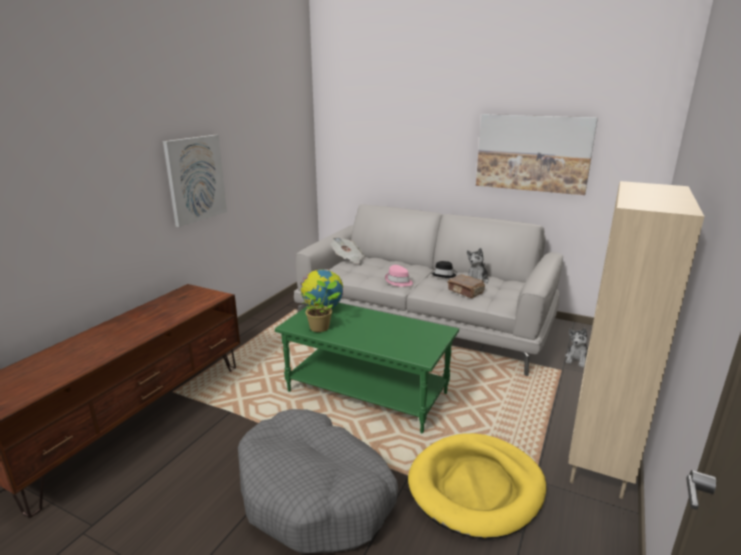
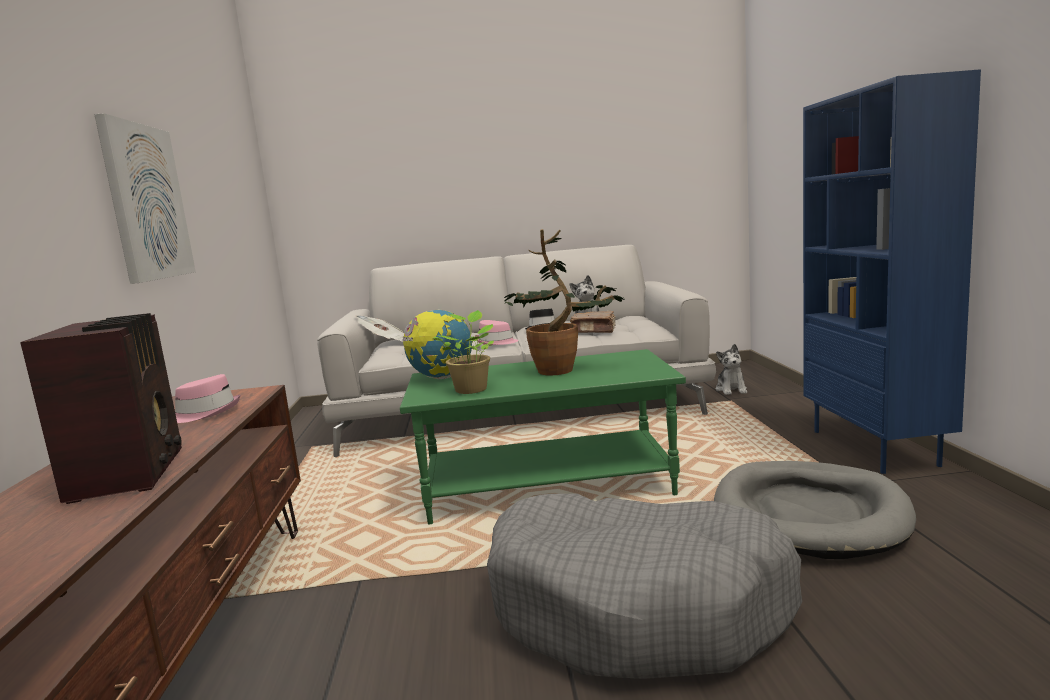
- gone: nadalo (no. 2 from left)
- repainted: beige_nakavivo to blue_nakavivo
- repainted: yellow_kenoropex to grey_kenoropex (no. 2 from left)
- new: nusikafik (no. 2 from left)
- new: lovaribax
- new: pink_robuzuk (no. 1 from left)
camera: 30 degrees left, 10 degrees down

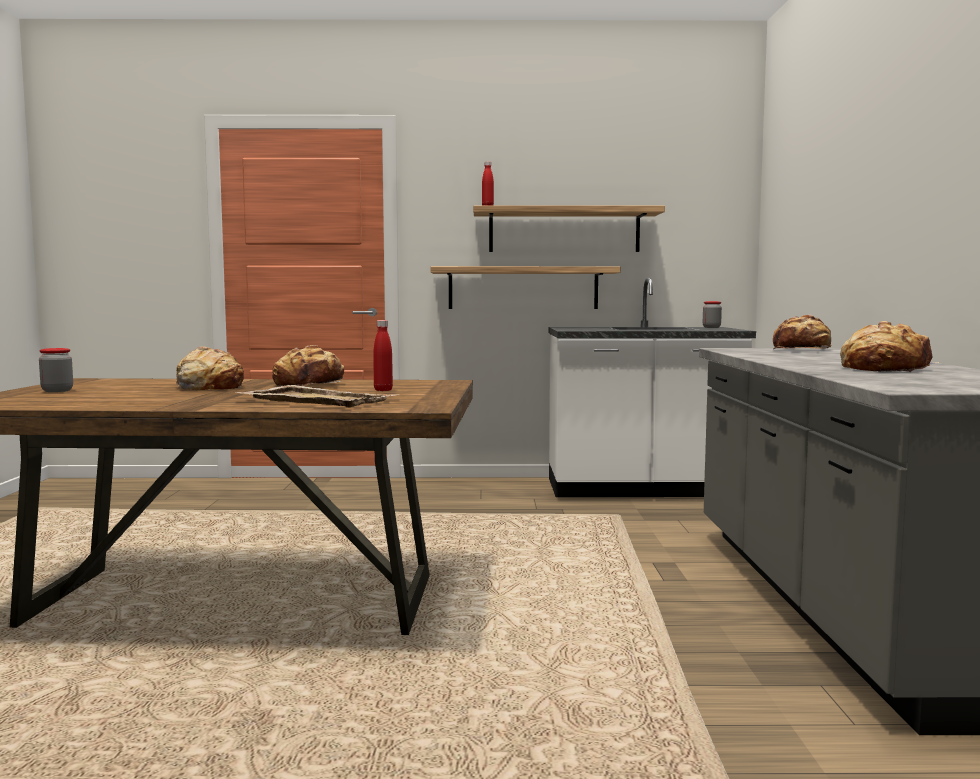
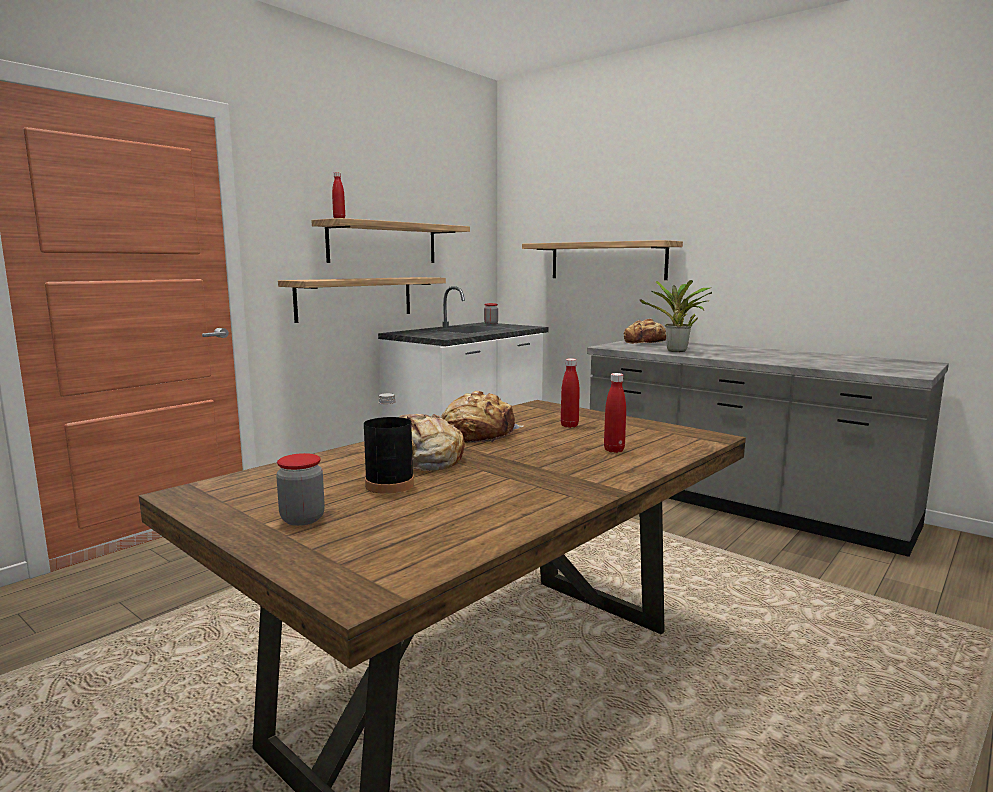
- gone: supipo (no. 4 from left)
- swapped: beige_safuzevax to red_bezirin (no. 3 from left)
- new: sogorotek (no. 3 from left)
- new: nusikafik
- new: black_bezirin
camera: 50 degrees left, 5 degrees up

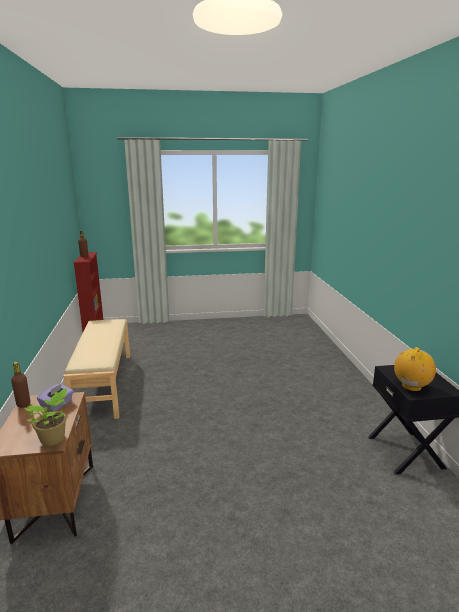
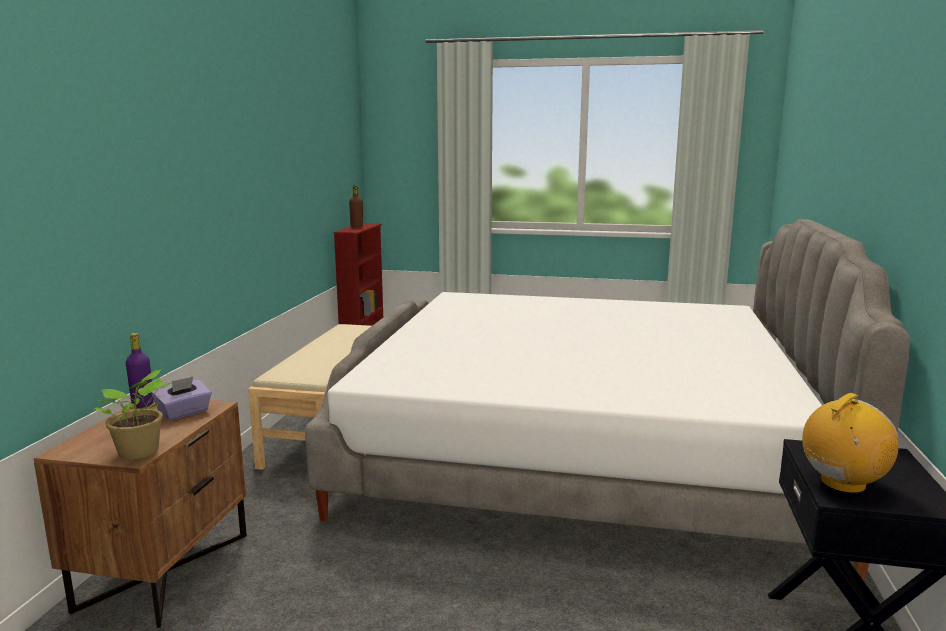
- repainted: brown_bezirin (no. 1 from left) to purple_bezirin
- new: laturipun
camera: 20 degrees right, 5 degrees down

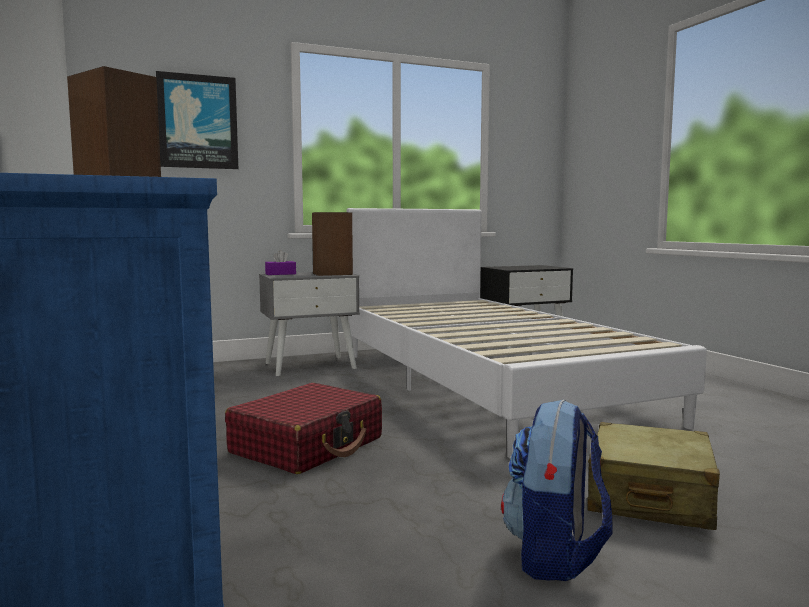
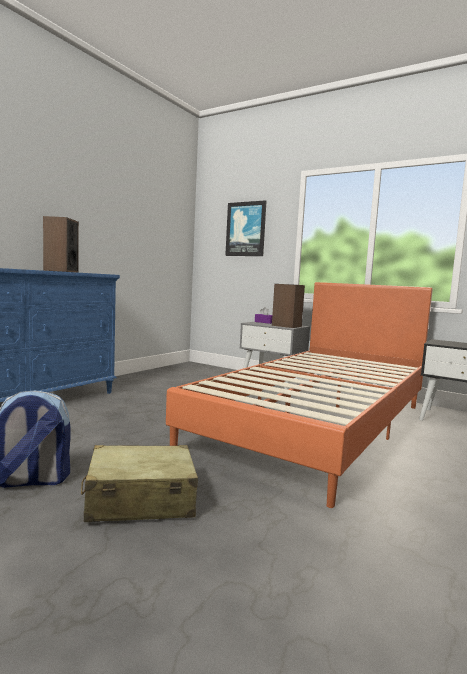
- repainted: white_laturipun to orange_laturipun
- gone: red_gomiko
camera: 55 degrees right, 0 degrees up

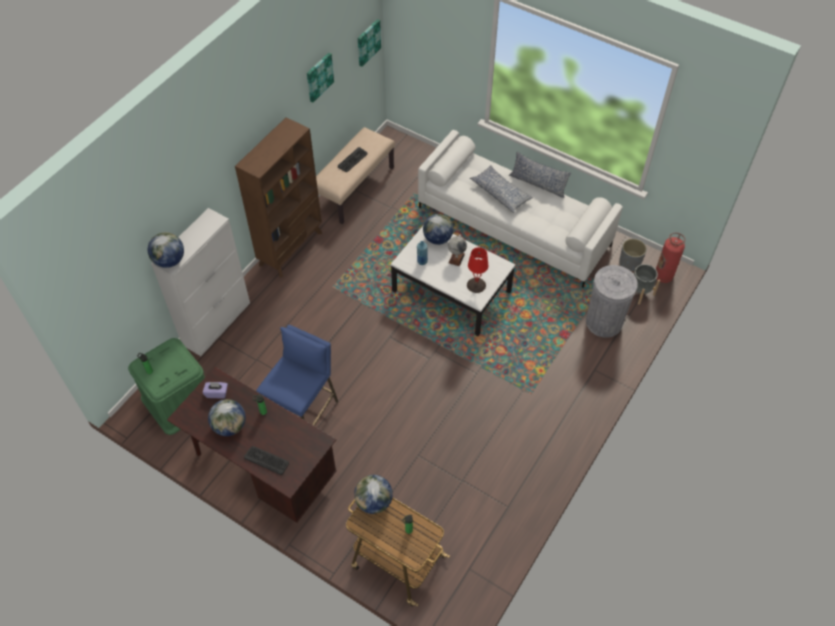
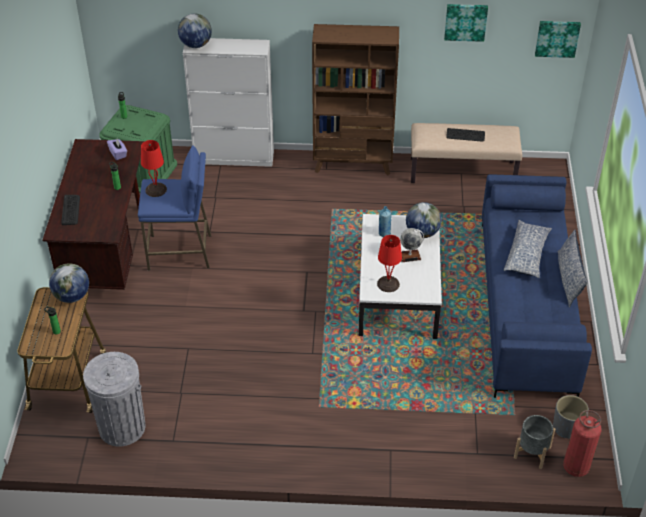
- repainted: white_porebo to blue_porebo
- shifted: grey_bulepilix
- gone: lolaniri (no. 2 from left)
- new: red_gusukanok (no. 1 from left)
camera: 60 degrees right, 10 degrees down

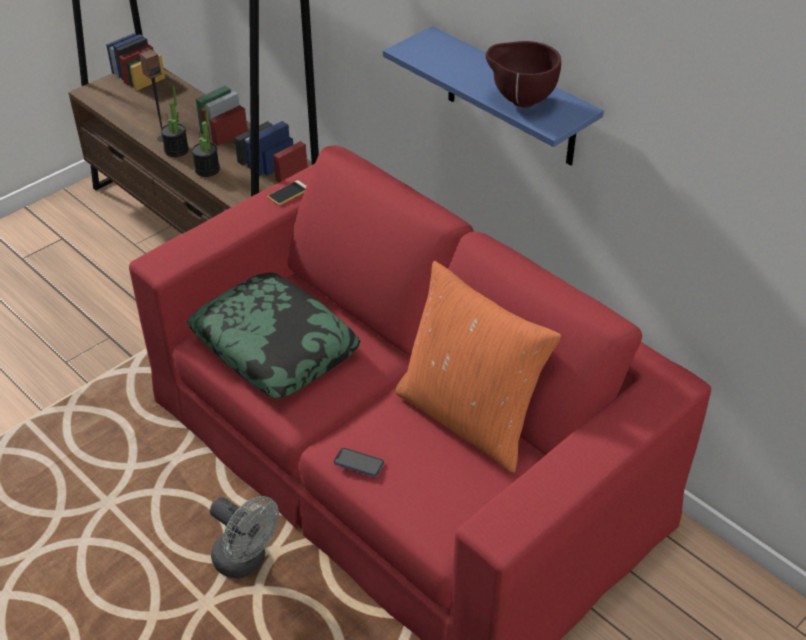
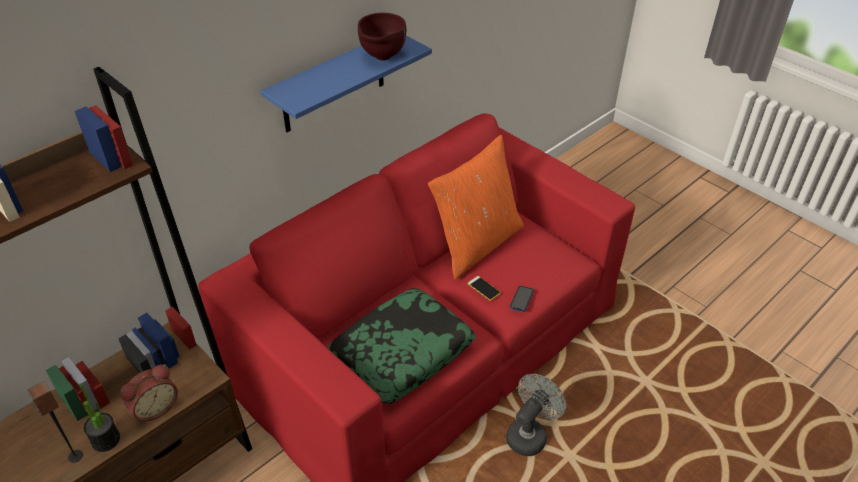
- swapped: nusikafik (no. 2 from left) to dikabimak
- shifted: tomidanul (no. 1 from left)
camera: 90 degrees left, 0 degrees up

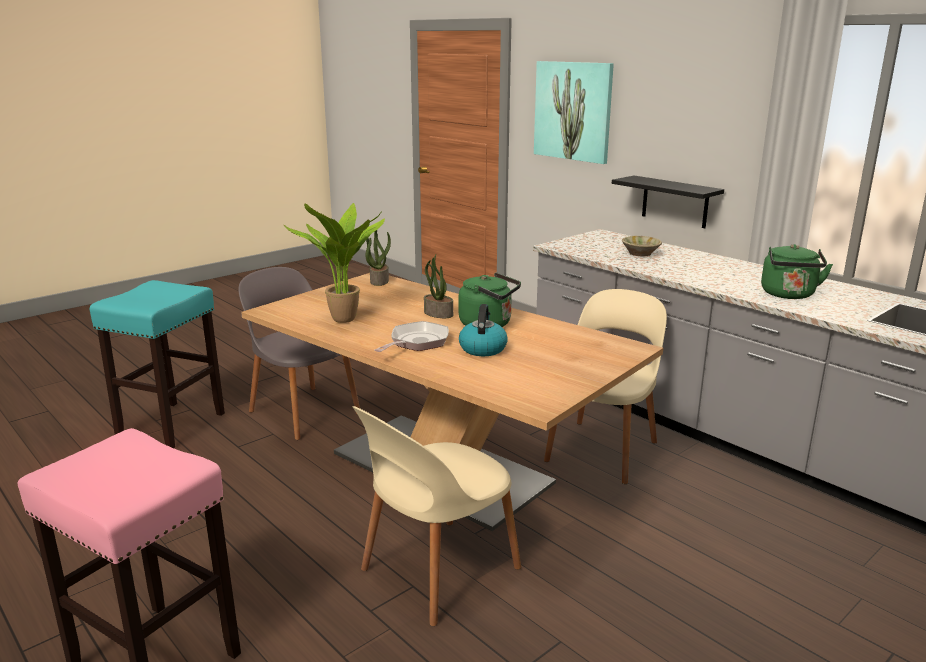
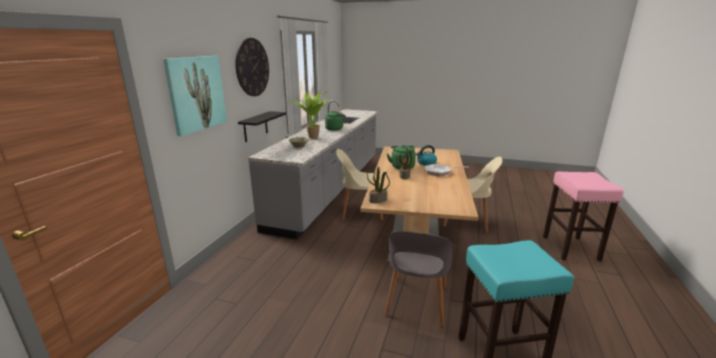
- shifted: nusikafik (no. 1 from left)
- new: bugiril
camera: 120 degrees left, 0 degrees up

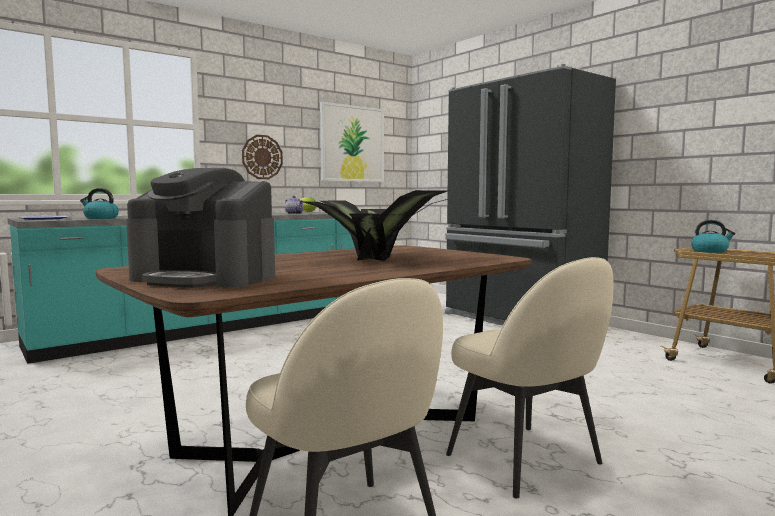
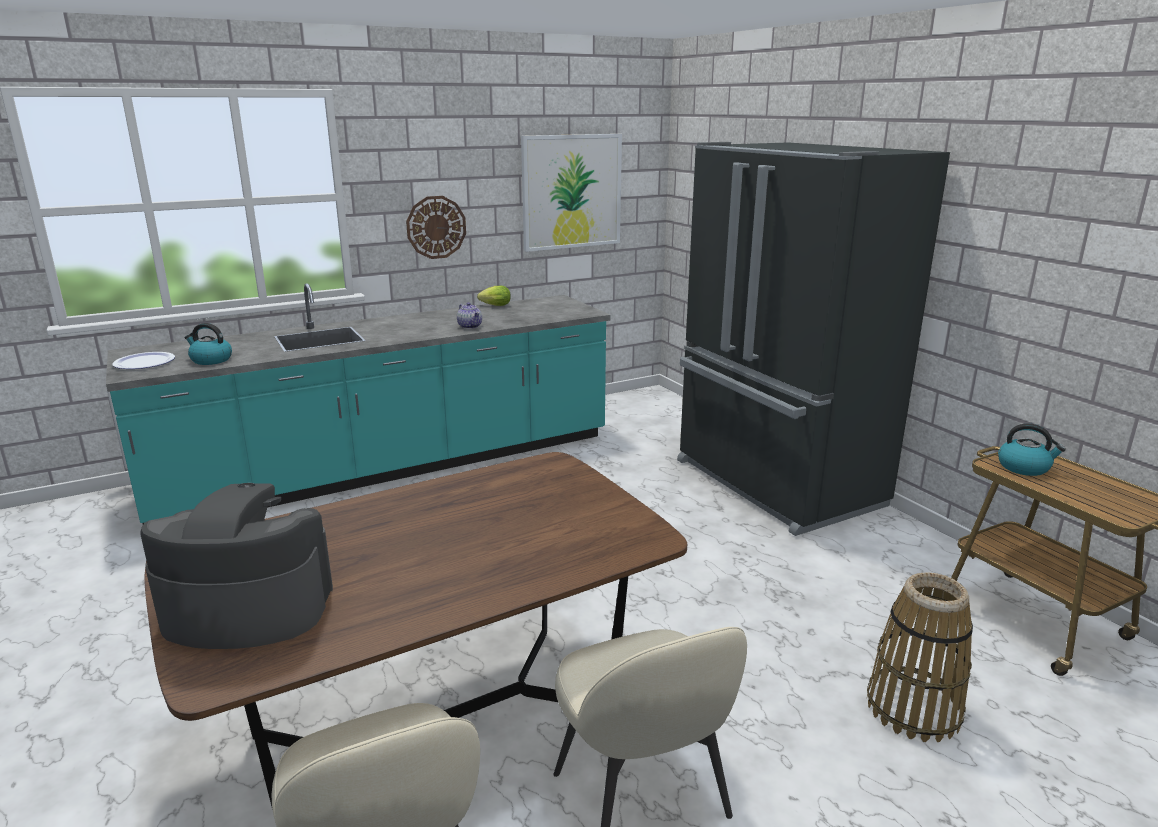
- rotated: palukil 150 degrees clockwise
- gone: nusikafik
- new: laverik
camera: 10 degrees right, 15 degrees up

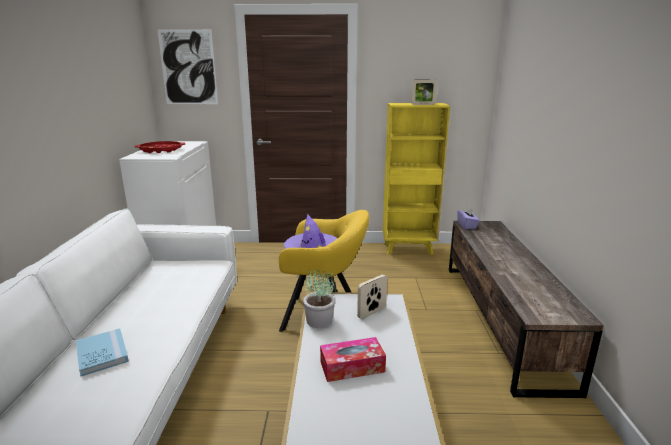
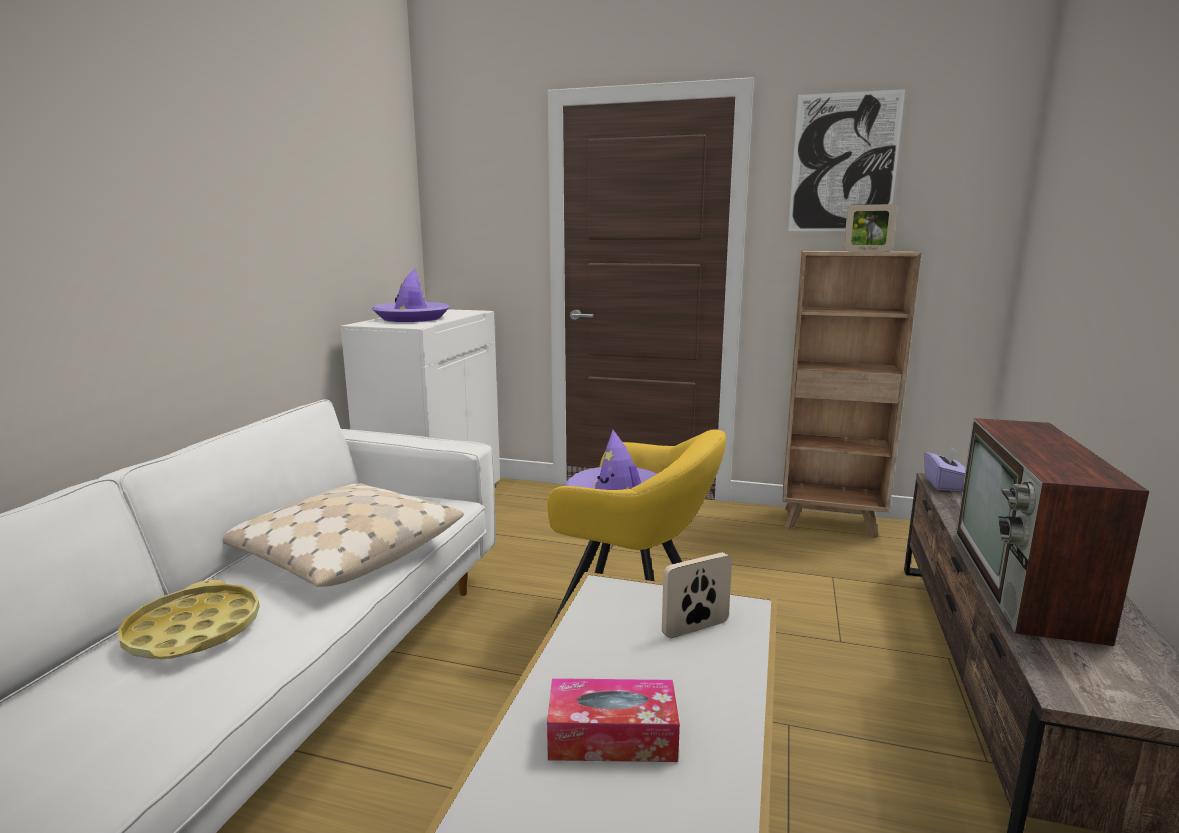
- shifted: nadalo
- repainted: yellow_nakavivo to brown_nakavivo
- swapped: red_safuzevax to purple_robuzuk (no. 1 from left)
- gone: nusikafik
- swapped: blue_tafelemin to yellow_safuzevax
- new: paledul
- new: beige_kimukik
camera: 15 degrees right, 5 degrees down

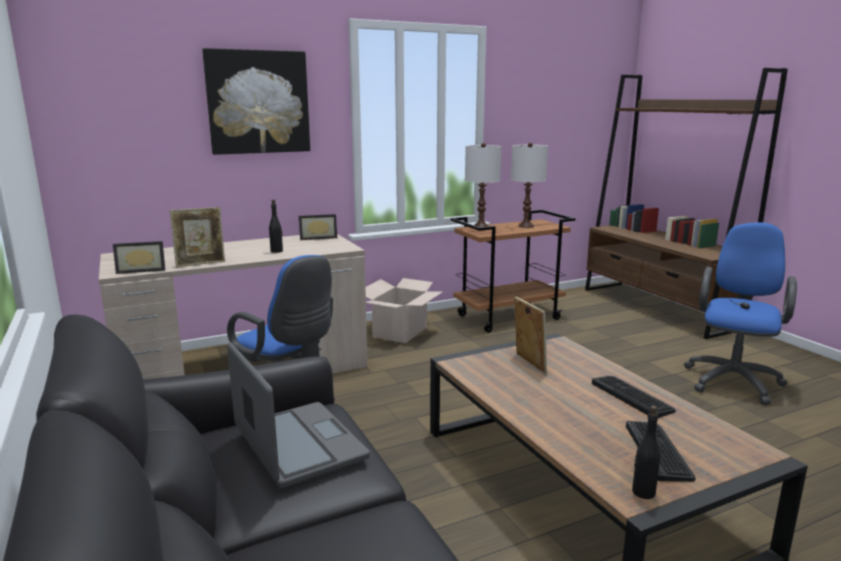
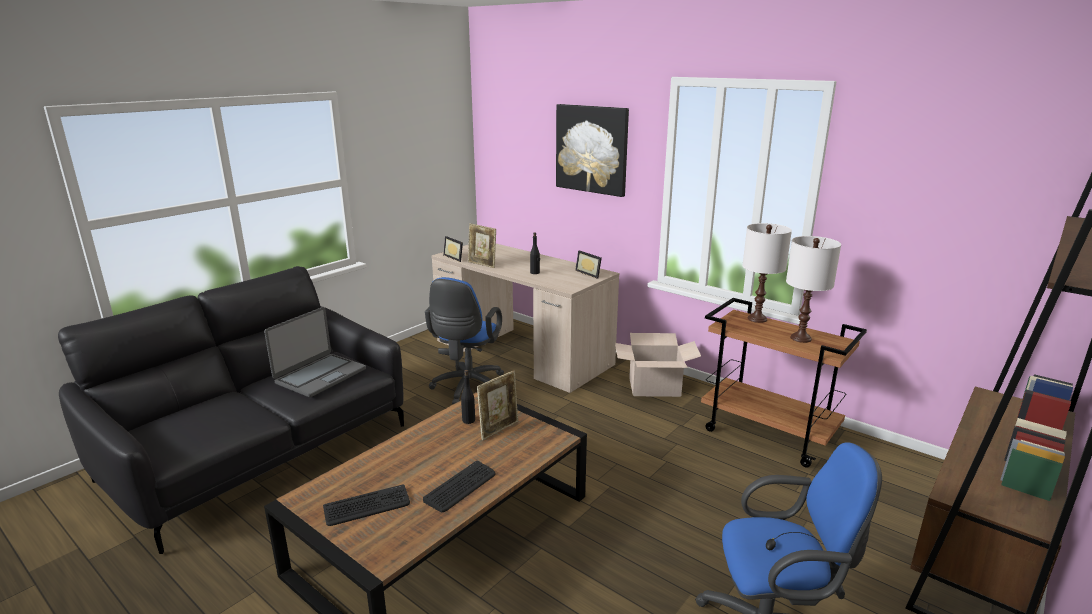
- shifted: black_bezirin (no. 2 from left in the first image) to black_bezirin (no. 1 from left)
camera: 65 degrees right, 5 degrees up

